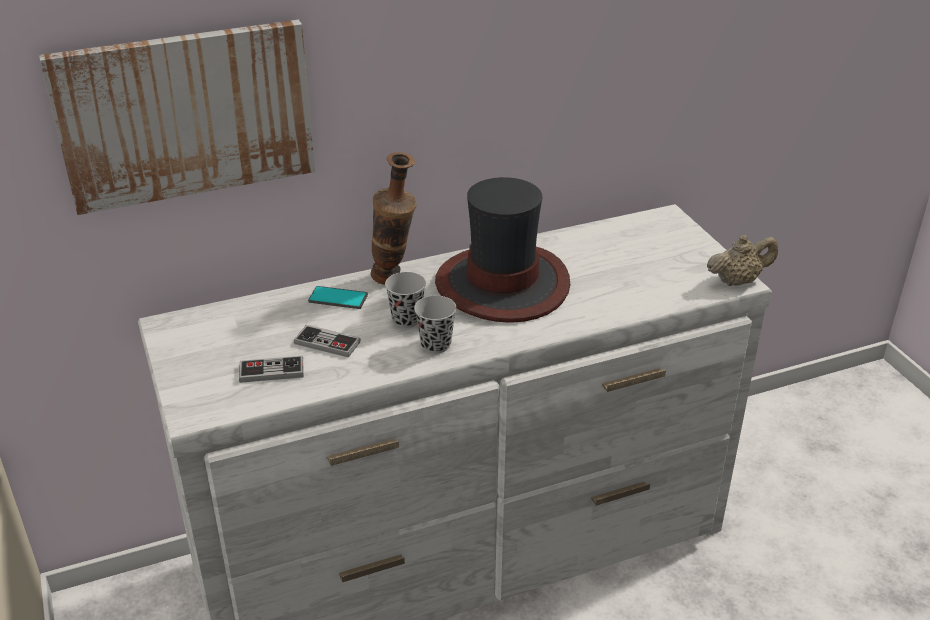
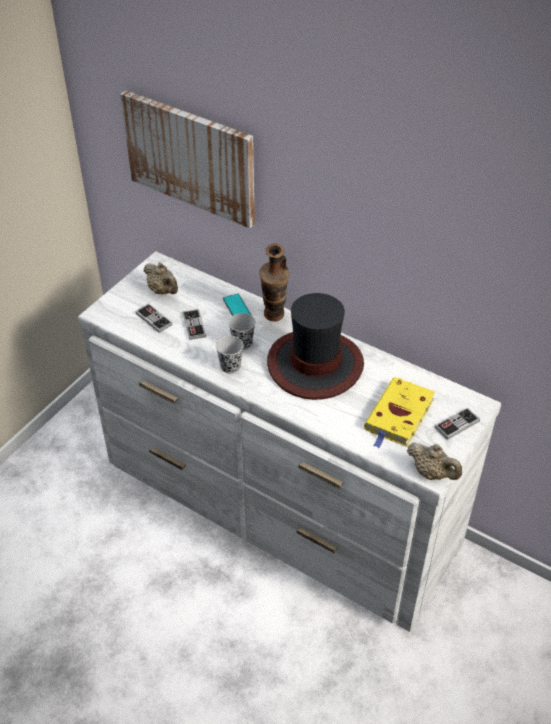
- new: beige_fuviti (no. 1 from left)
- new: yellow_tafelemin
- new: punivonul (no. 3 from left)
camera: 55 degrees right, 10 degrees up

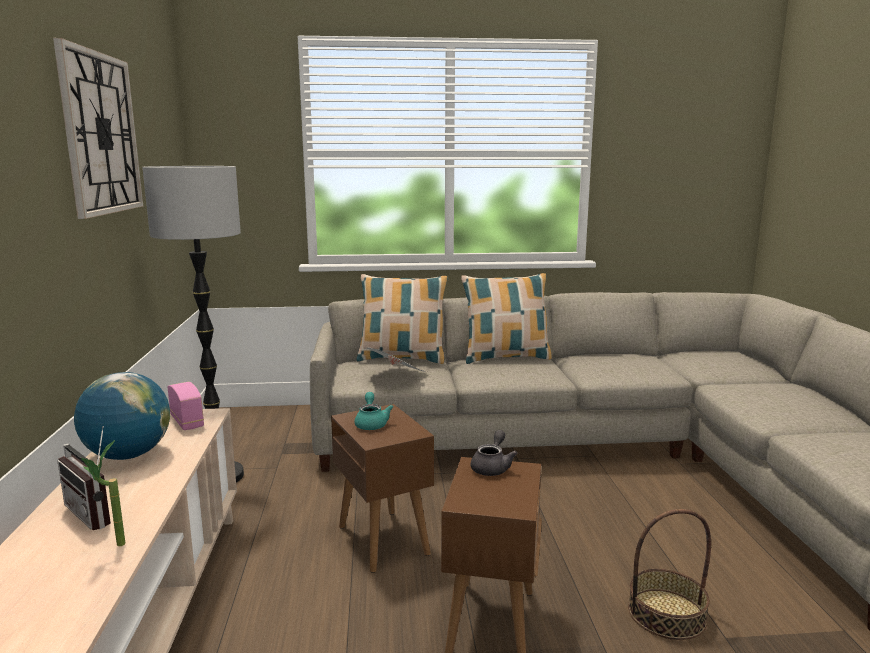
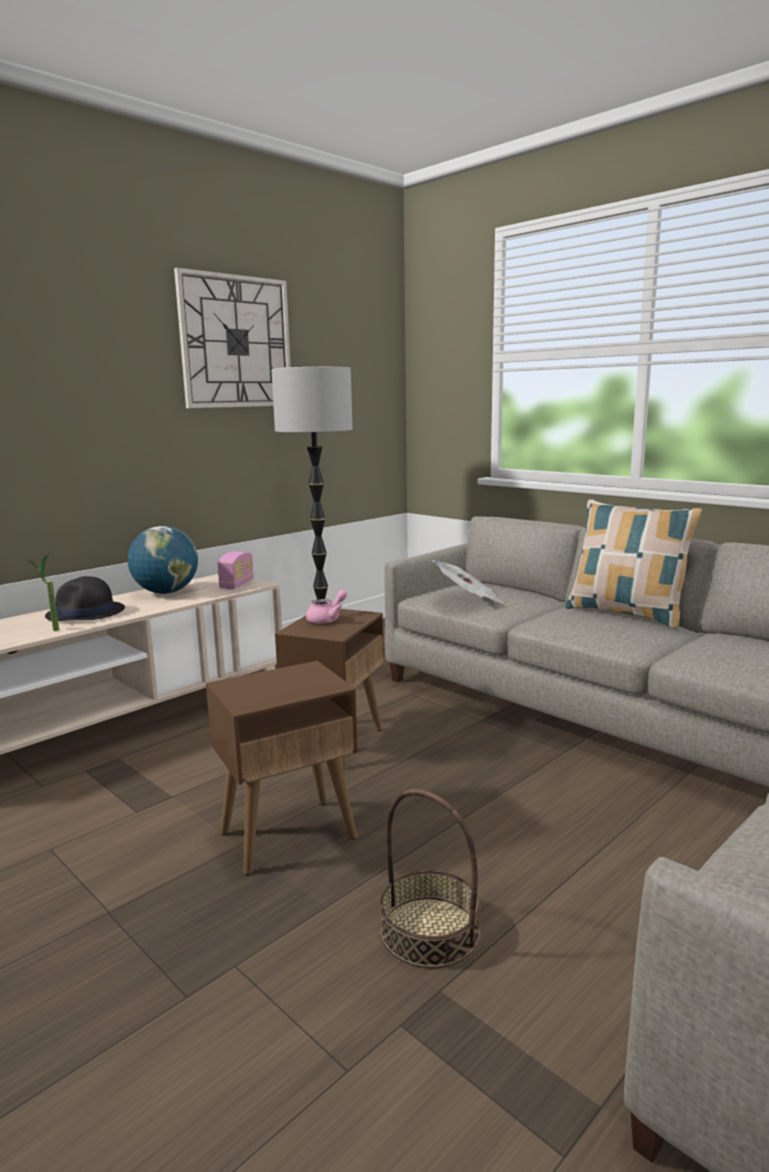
- gone: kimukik (no. 1 from left)
- repainted: turquoise_fuviti to pink_fuviti
- swapped: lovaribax (no. 1 from left) to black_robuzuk
- gone: grey_fuviti
camera: 50 degrees right, 0 degrees up

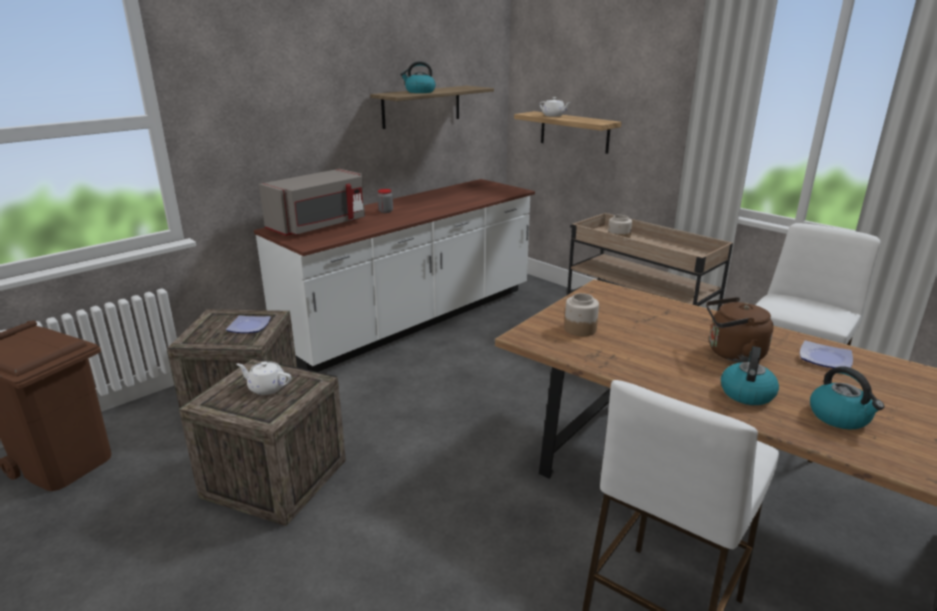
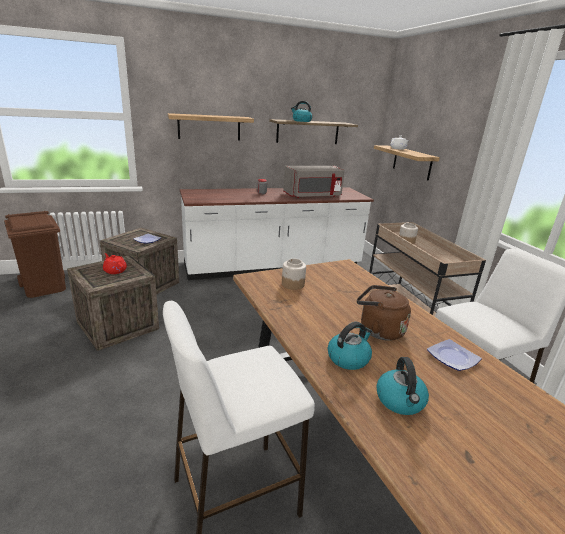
- shifted: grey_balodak
- repainted: white_fuviti (no. 1 from left) to red_fuviti
- new: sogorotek (no. 1 from left)
camera: 25 degrees right, 0 degrees up

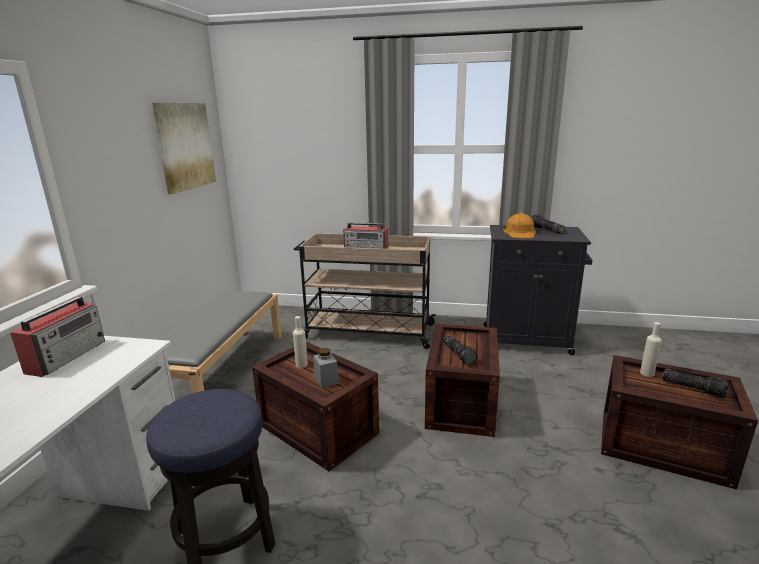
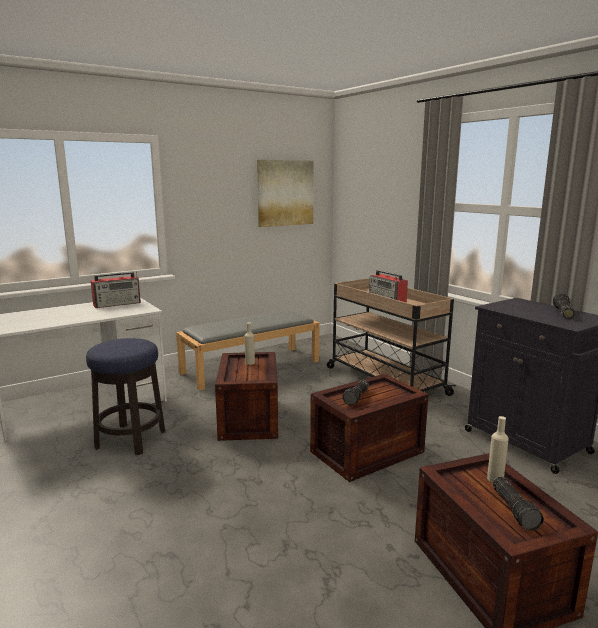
- gone: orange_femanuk
- gone: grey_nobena
camera: 45 degrees right, 5 degrees down

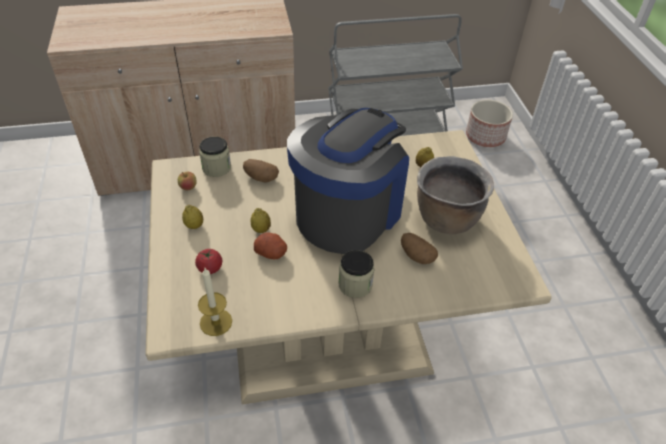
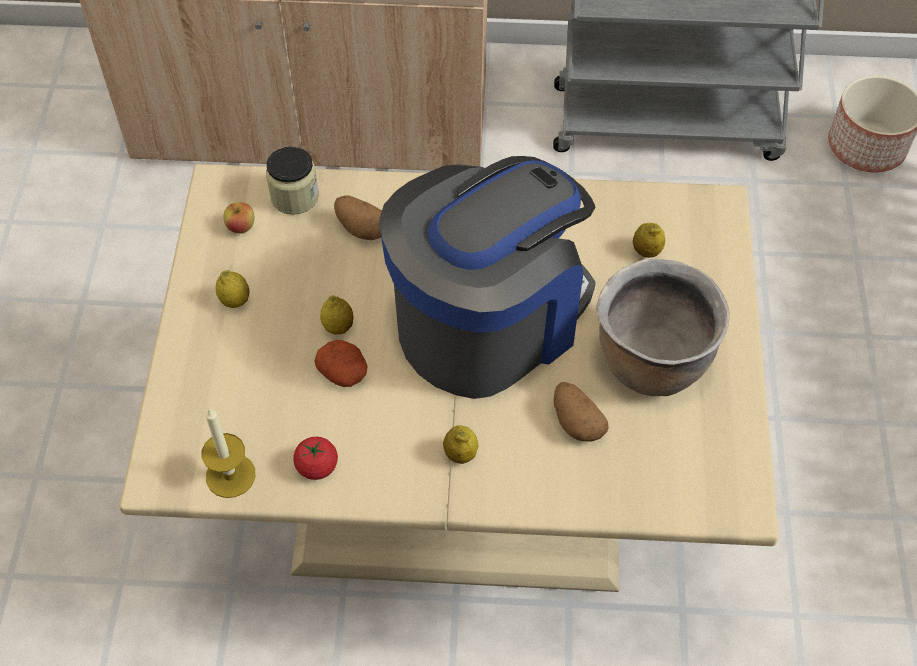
- shifted: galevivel
- swapped: nobena (no. 2 from left) to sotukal (no. 3 from left)
camera: 15 degrees right, 10 degrees up

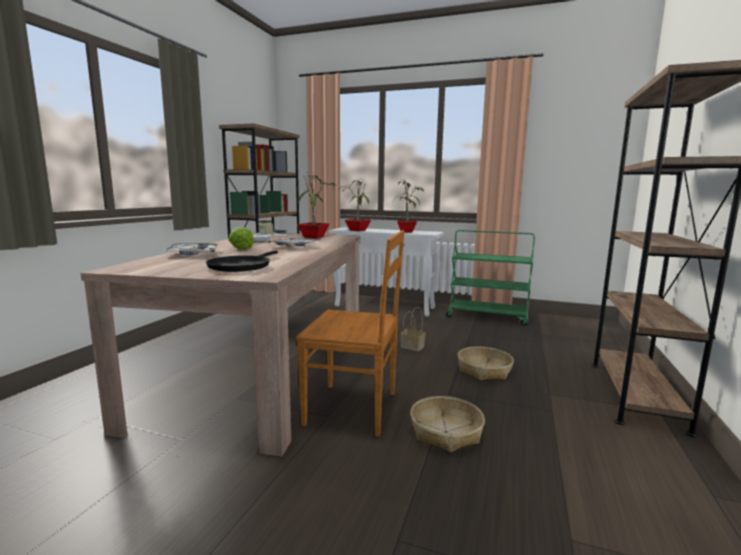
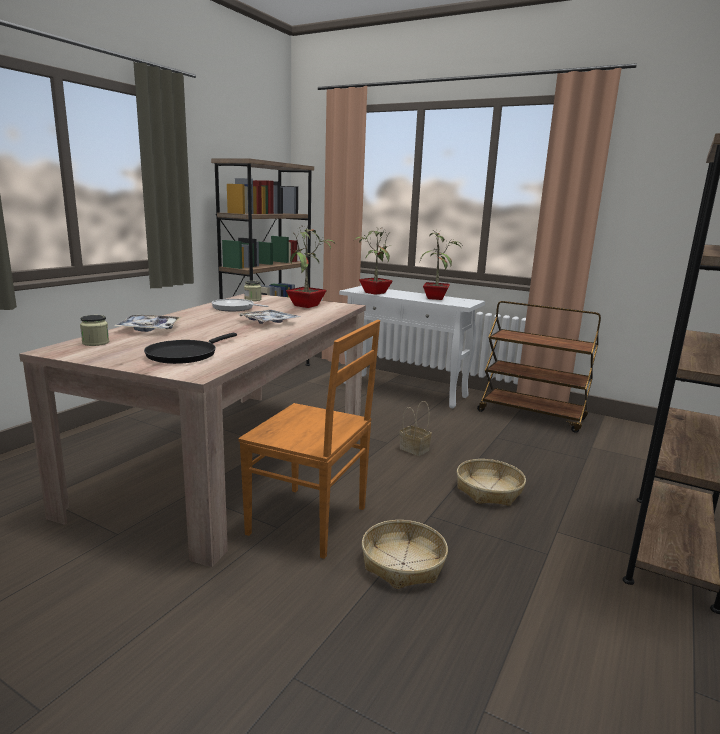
- gone: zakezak
- repainted: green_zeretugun to brown_zeretugun
- new: nobena (no. 1 from left)
camera: 10 degrees right, 5 degrees up

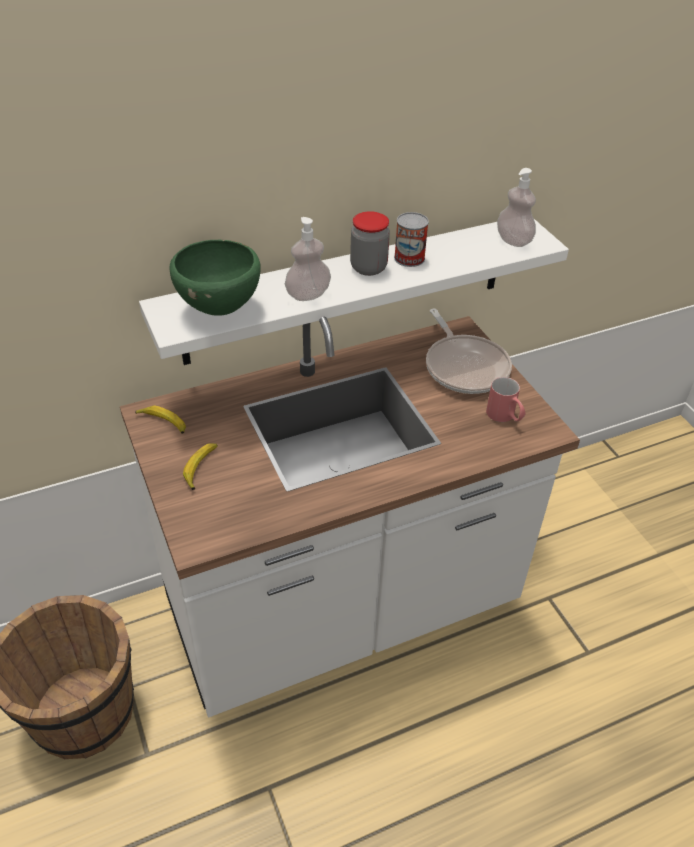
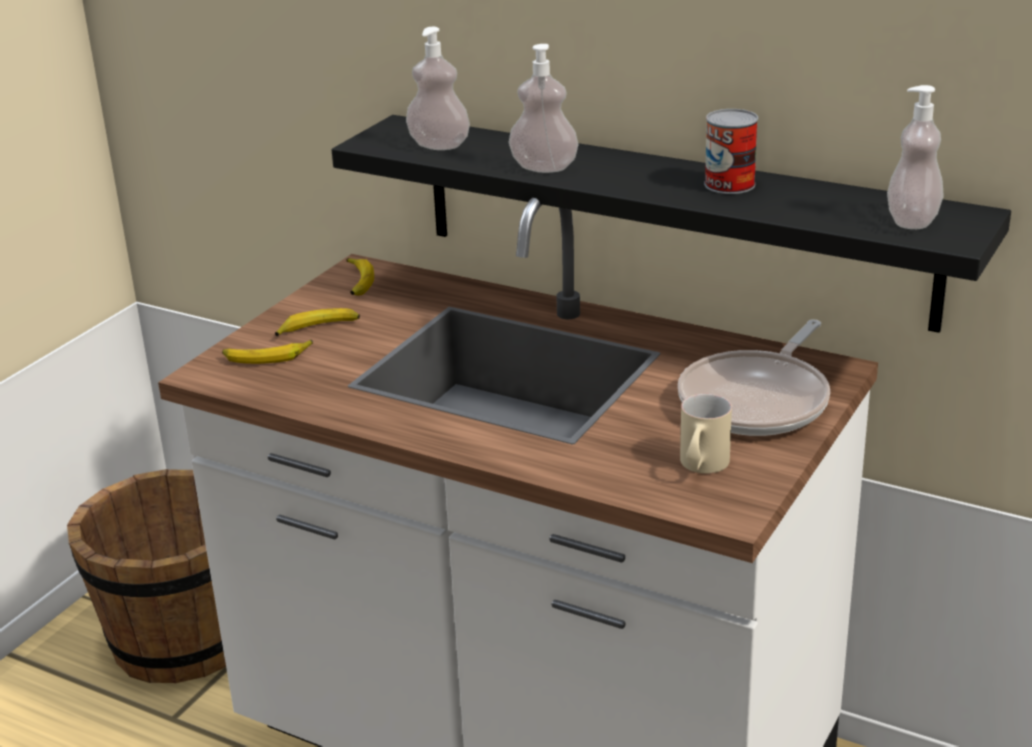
- gone: nobena
- repainted: white_sogorotek to black_sogorotek
- swapped: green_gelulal to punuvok (no. 1 from left)
- repainted: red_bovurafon to beige_bovurafon
- new: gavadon (no. 1 from left)
camera: 55 degrees right, 15 degrees down

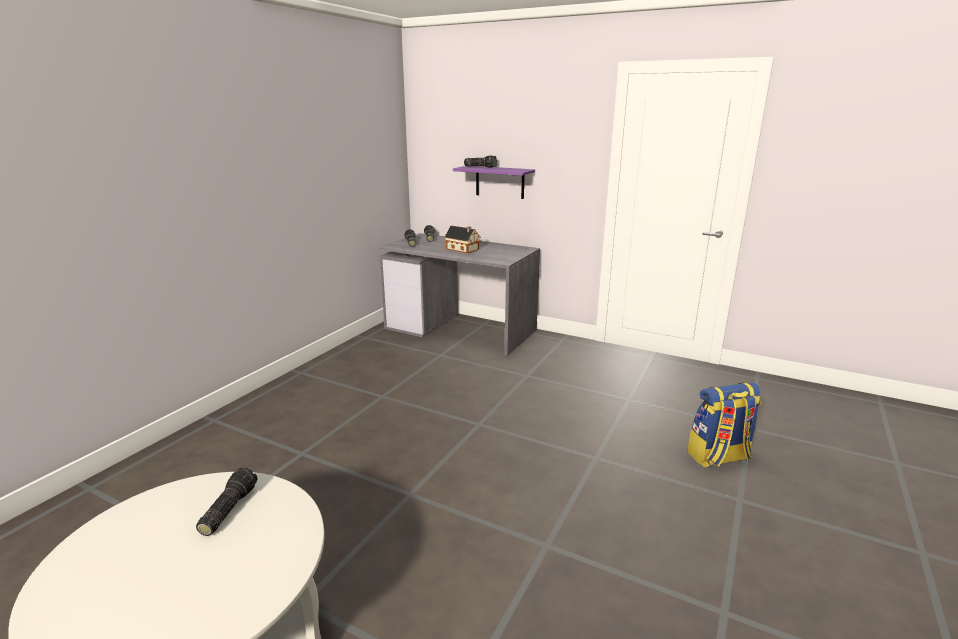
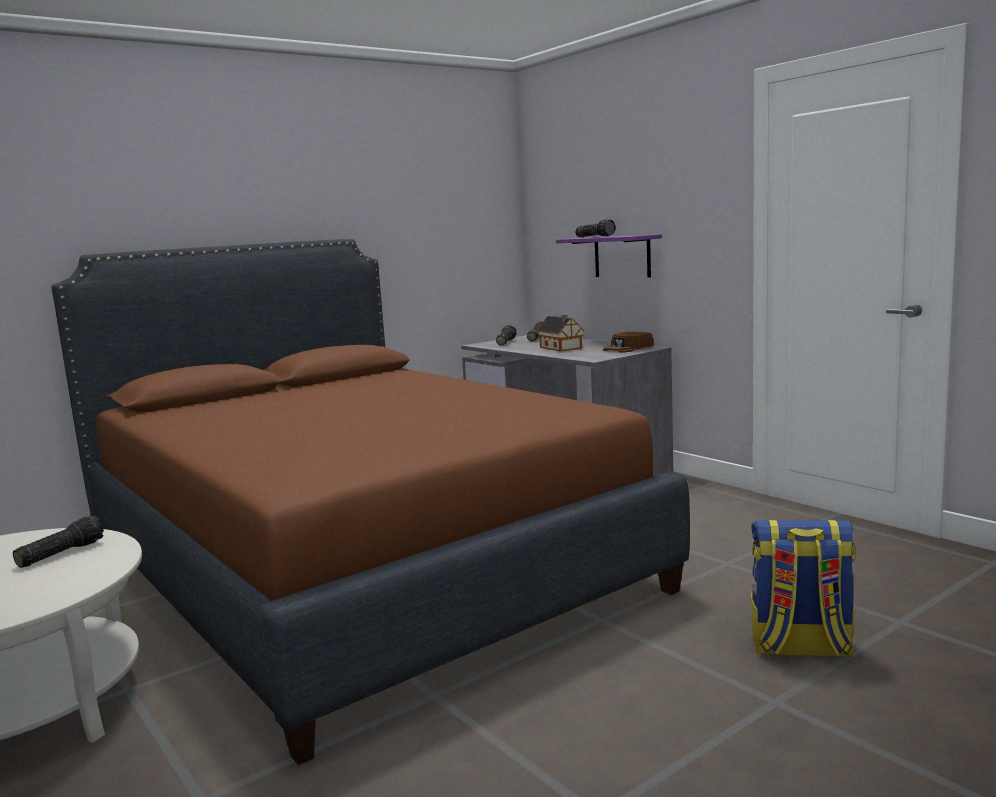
- new: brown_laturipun
- new: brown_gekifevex
camera: 25 degrees right, 10 degrees down

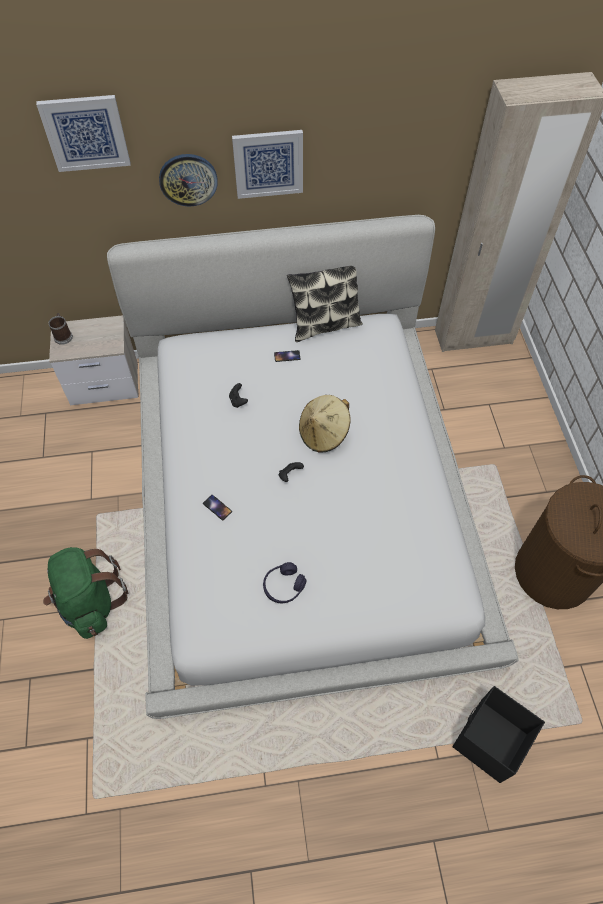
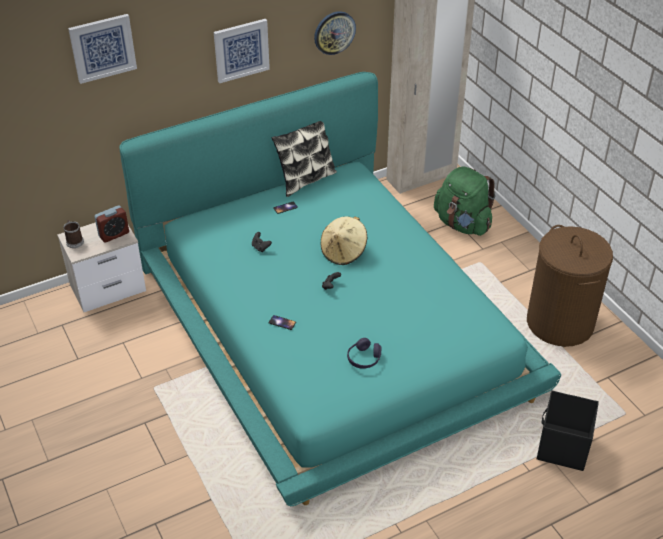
- shifted: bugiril
- repainted: white_laturipun to turquoise_laturipun
- shifted: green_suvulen
- new: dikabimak
camera: 20 degrees left, 15 degrees down

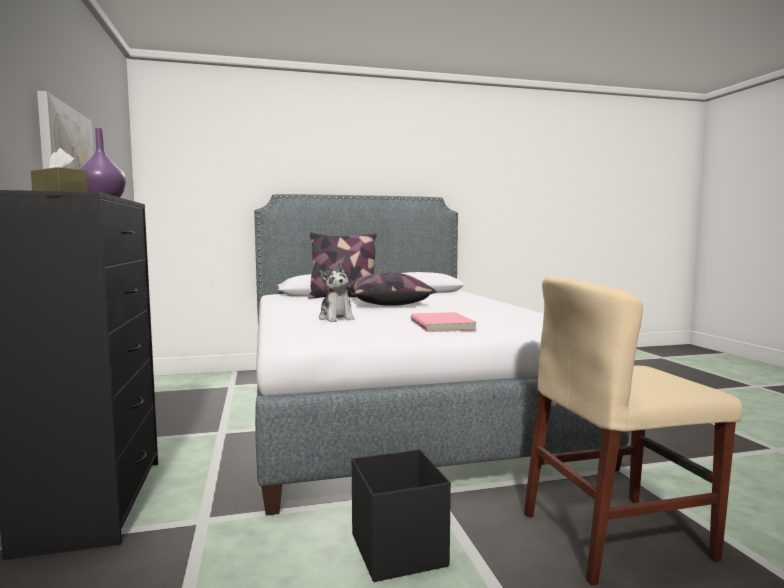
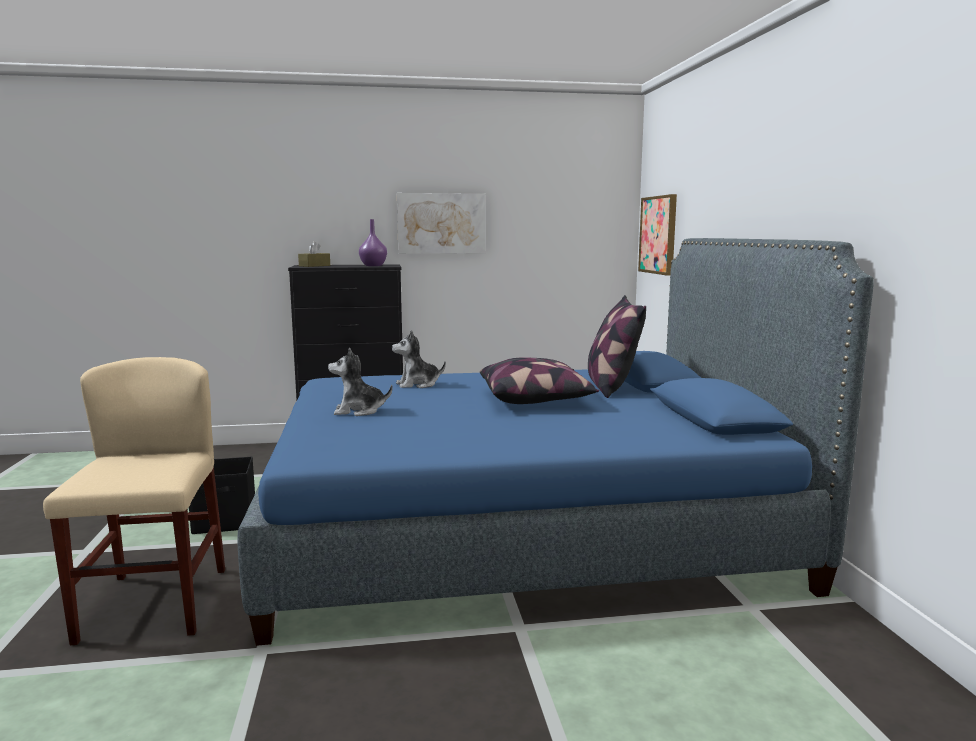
- repainted: grey_laturipun to blue_laturipun
- swapped: pink_tafelemin to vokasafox (no. 1 from left)
- new: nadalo (no. 2 from left)
camera: 95 degrees right, 5 degrees up

